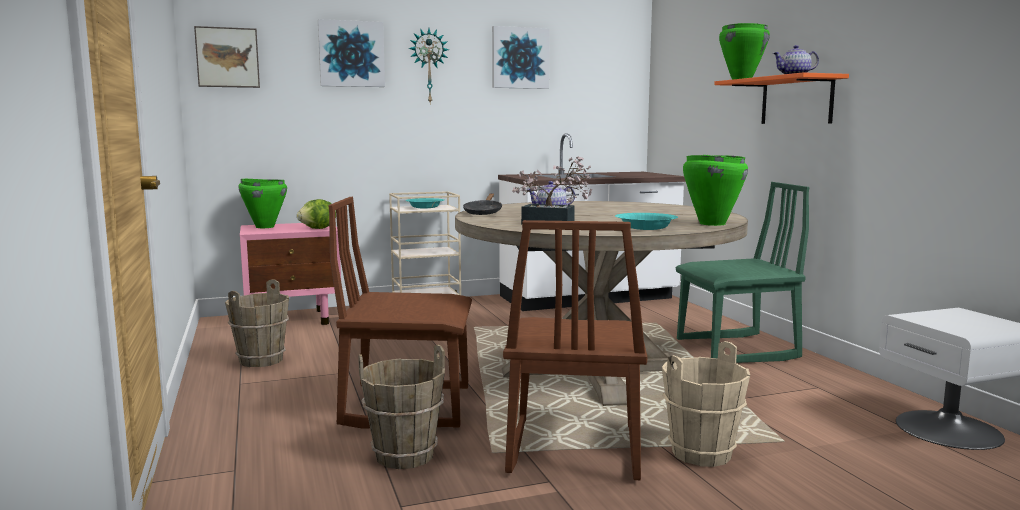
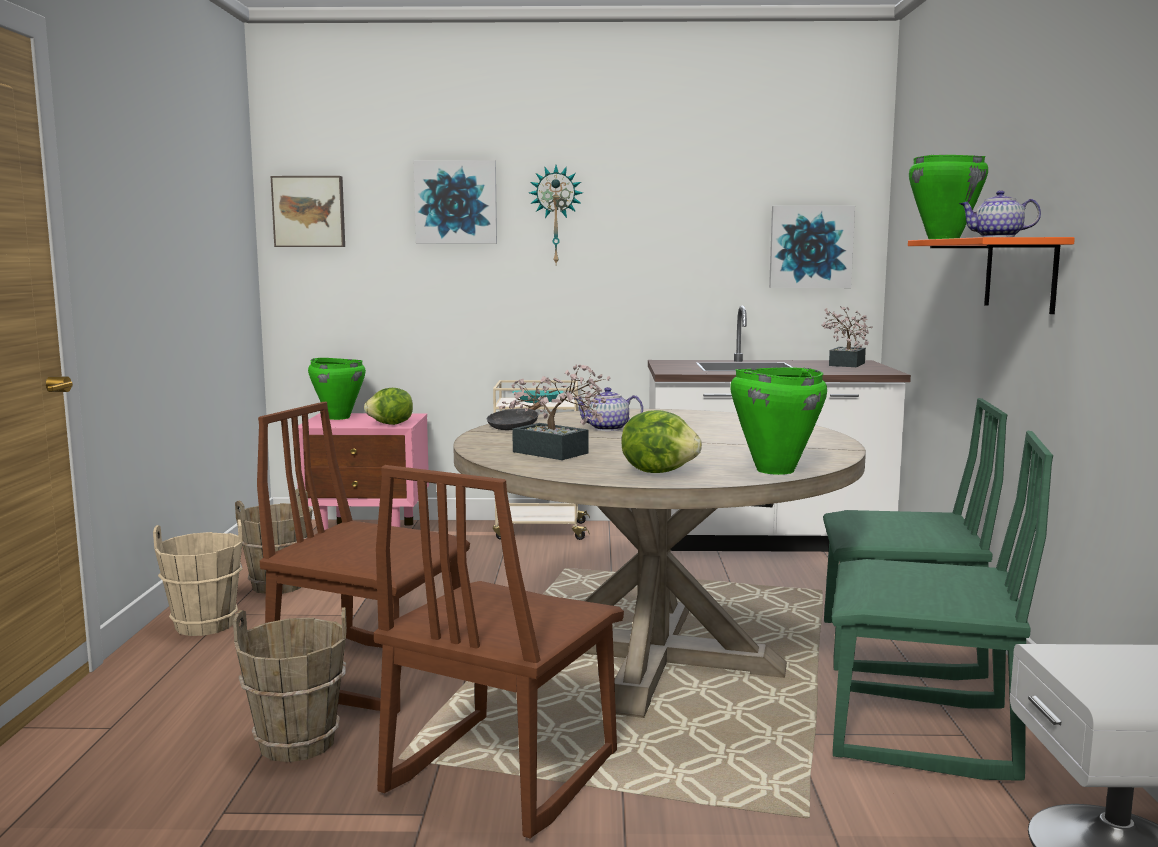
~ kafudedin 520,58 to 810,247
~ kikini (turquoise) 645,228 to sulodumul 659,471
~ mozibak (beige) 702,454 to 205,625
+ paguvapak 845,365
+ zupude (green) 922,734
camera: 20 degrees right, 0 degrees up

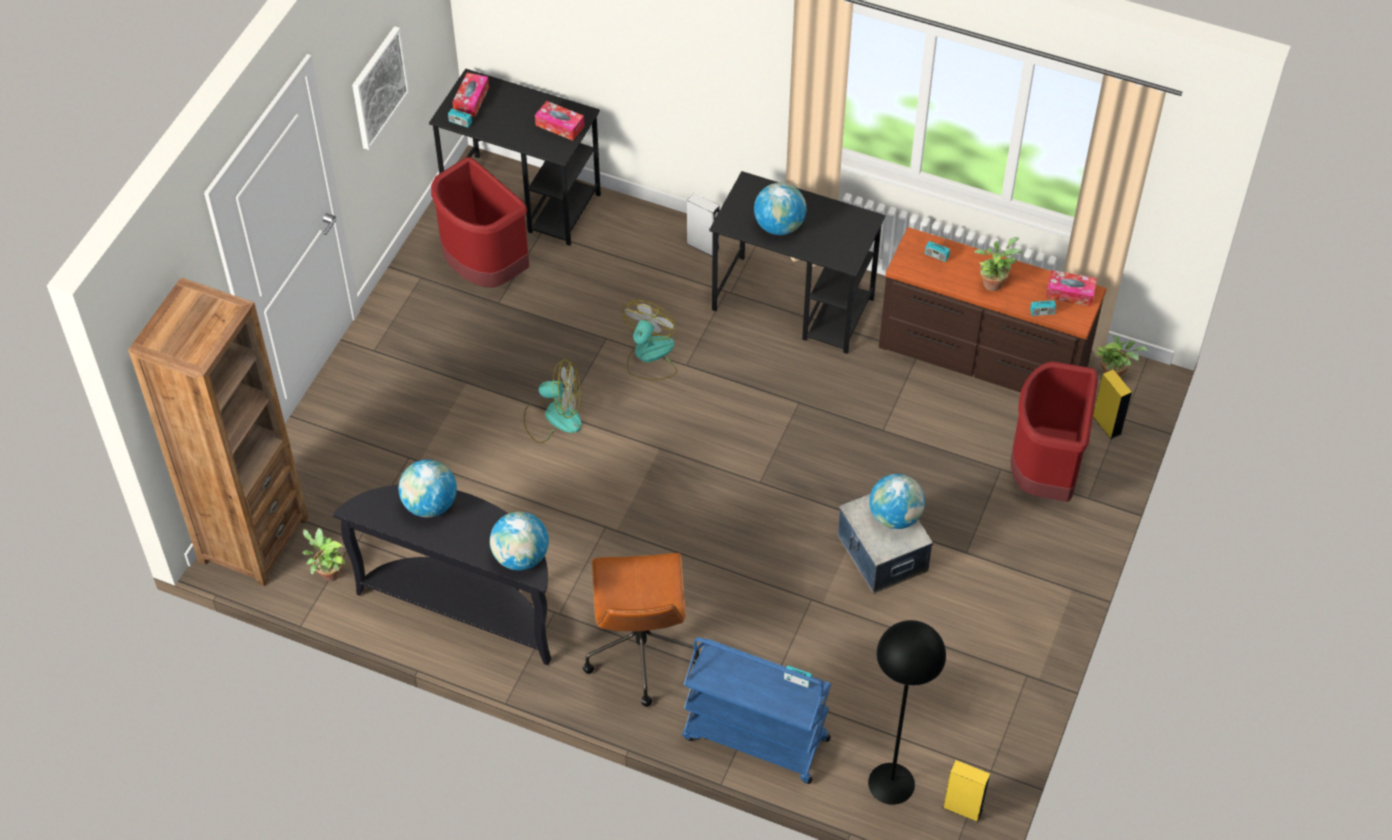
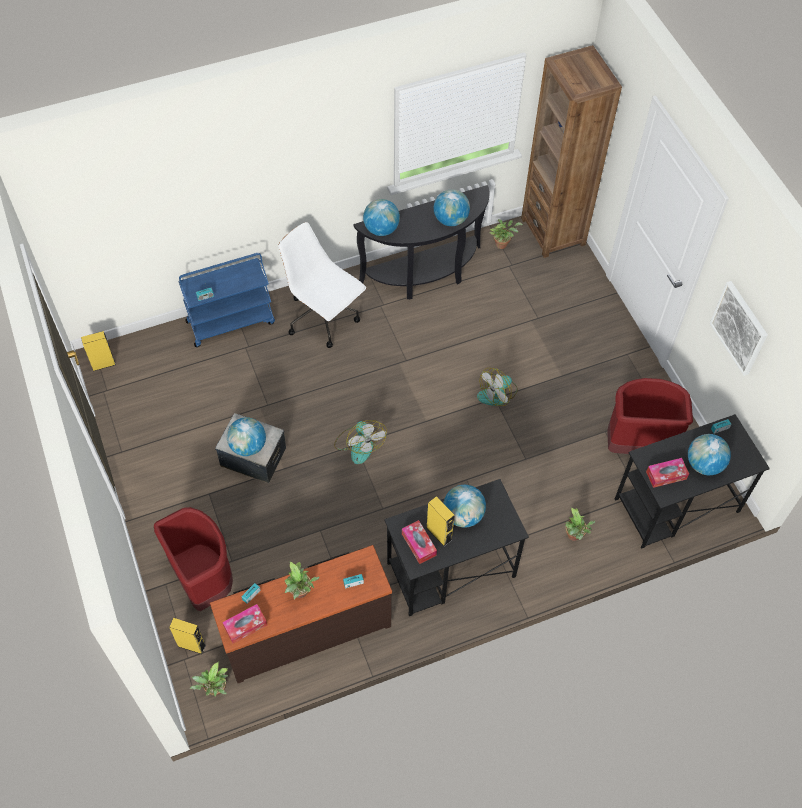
~ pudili 471,99 to 419,544
~ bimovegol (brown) 641,651 to bimovegol (white) 323,318
~ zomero 649,356 to 359,444
- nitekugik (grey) 703,246
- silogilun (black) 891,784
+ nitekugik (yellow) 439,533
+ paguvapak 575,536
+ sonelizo 704,464
camera: 135 degrees right, 5 degrees up

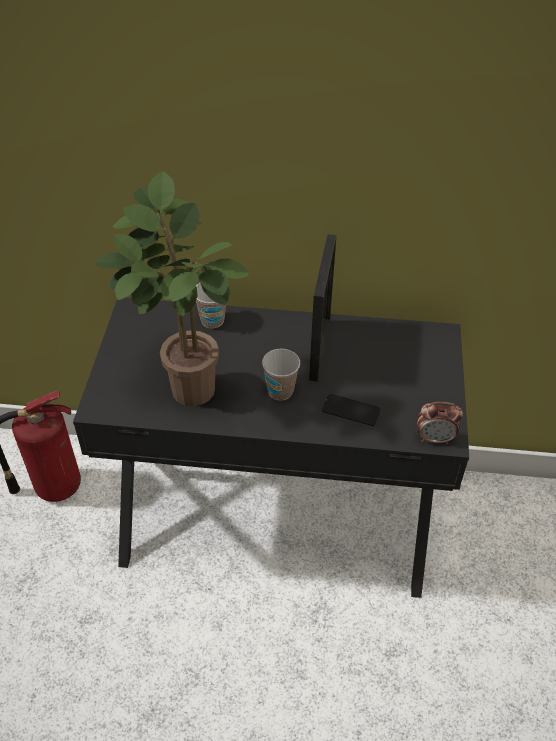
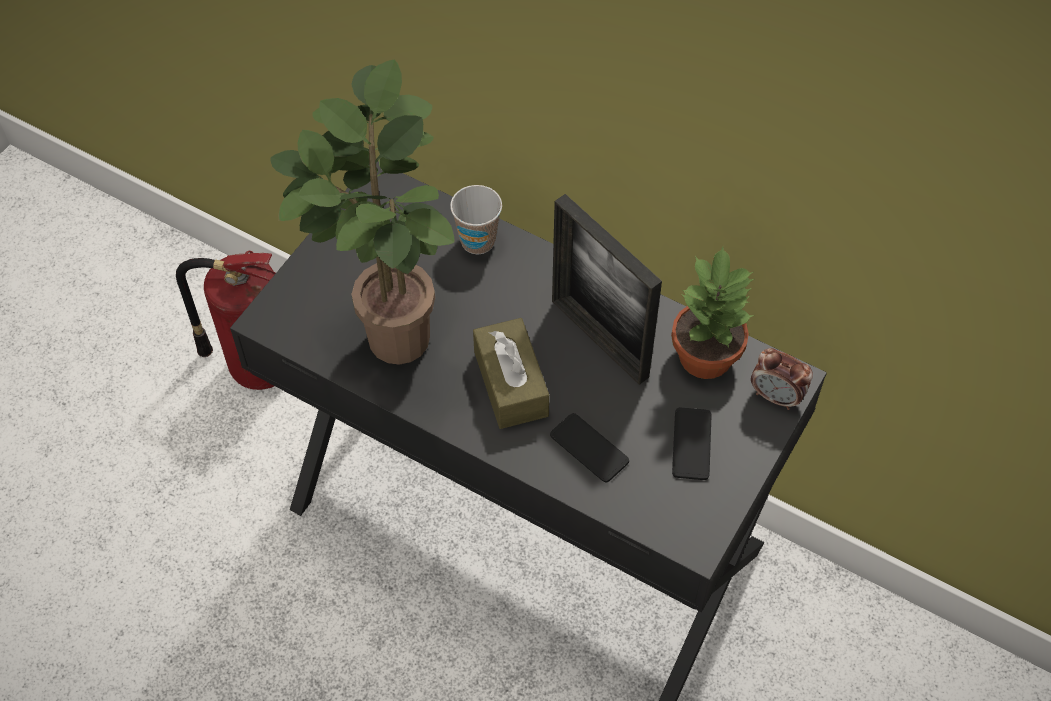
~ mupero 280,391 to pudili (brown) 511,384
~ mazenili 319,349 = 599,338 105 degrees clockwise
~ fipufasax 434,438 to 776,396
+ paguvapak 707,356
+ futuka 691,444
camera: 25 degrees right, 10 degrees up

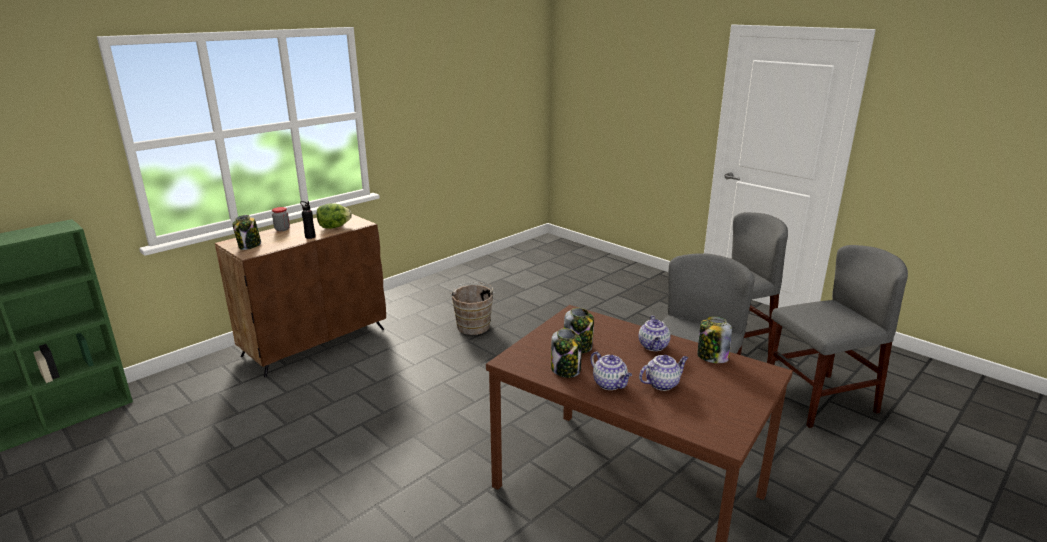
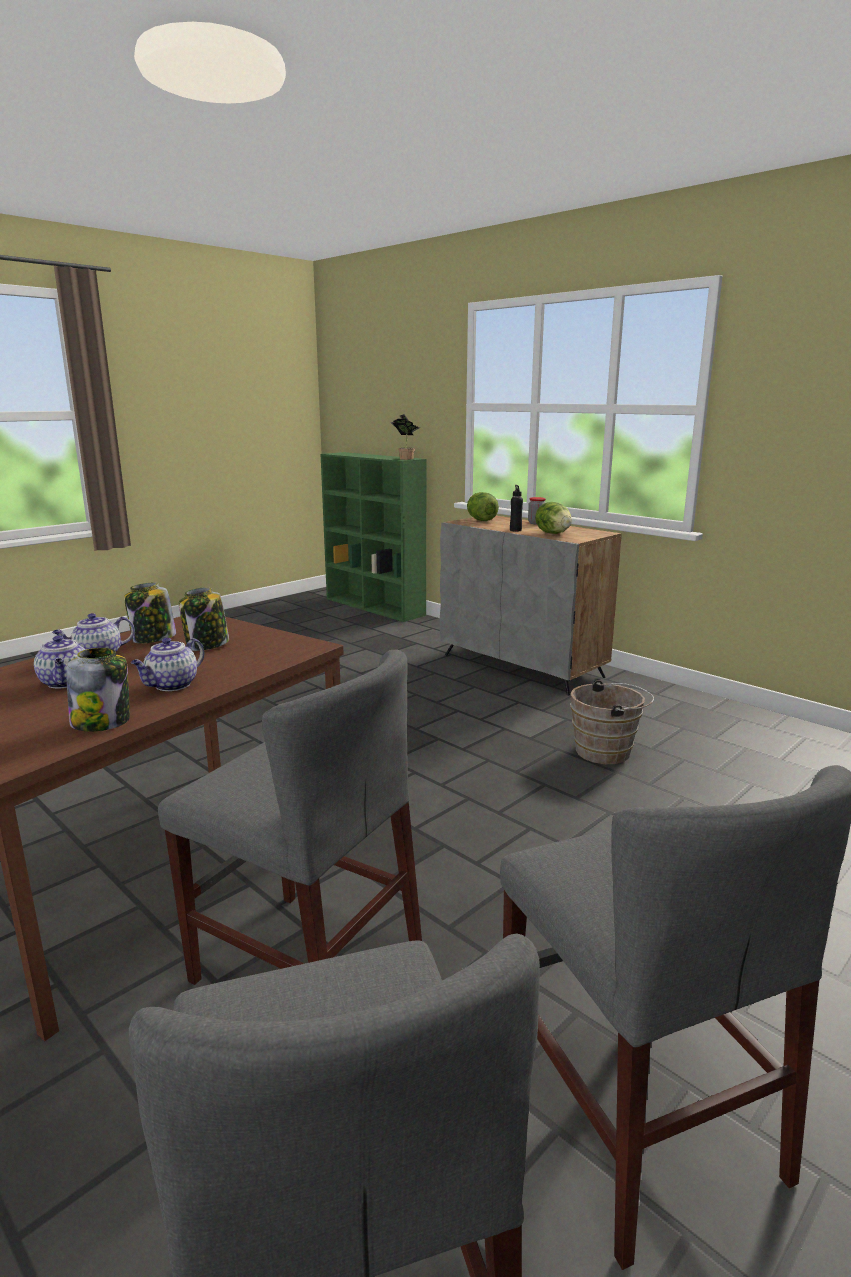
~ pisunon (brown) 315,341 to pisunon (grey) 522,666
~ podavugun 249,246 to sulodumul 481,520
~ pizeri 653,346 = 171,685 60 degrees counterclockwise
+ paguvapak 405,458
camera: 90 degrees right, 5 degrees down

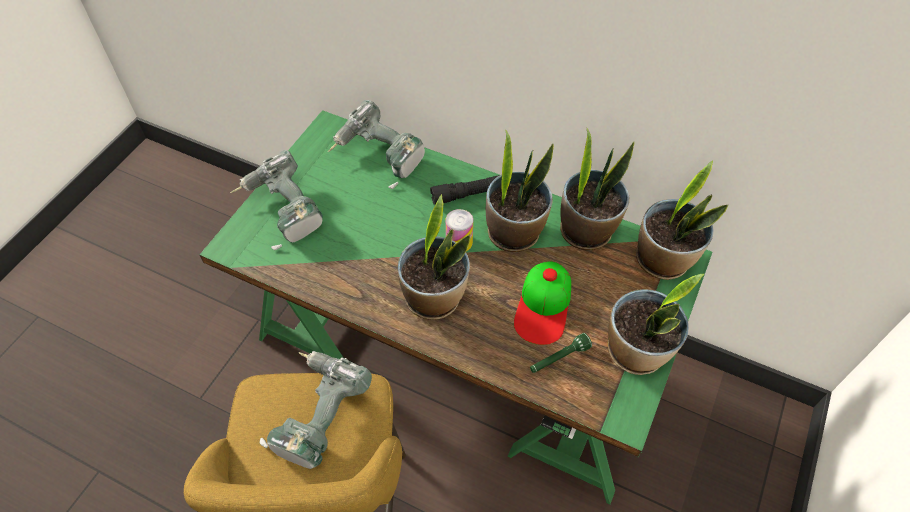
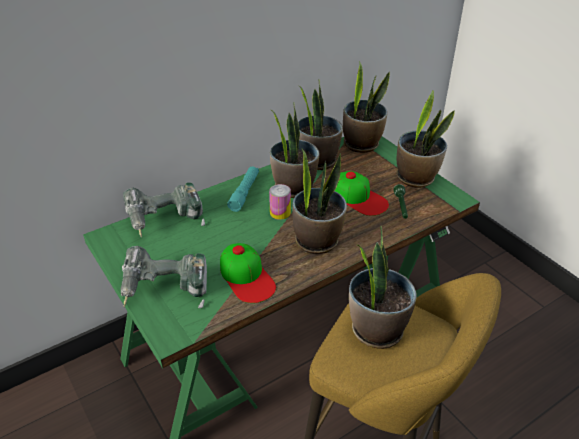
~ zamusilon 316,414 to paguvapak 376,329
~ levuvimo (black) 471,194 to levuvimo (turquoise) 244,192
+ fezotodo 247,277
camera: 60 degrees left, 15 degrees down

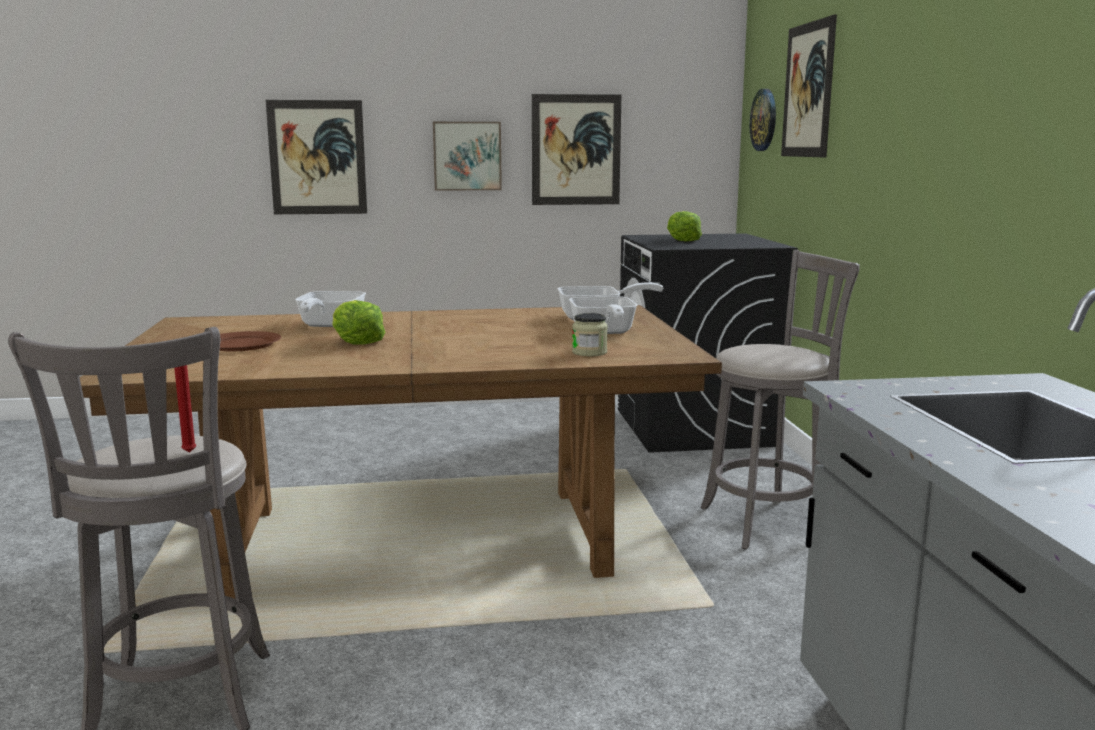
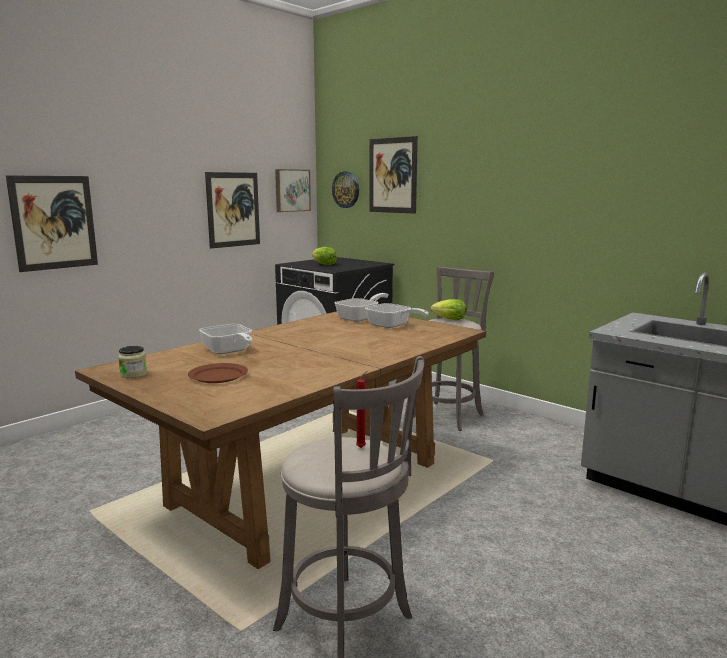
~ sulodumul 356,341 to 449,319
~ kafudedin 467,156 to 291,190
~ podavugun 589,352 to 133,374
camera: 40 degrees left, 0 degrees up

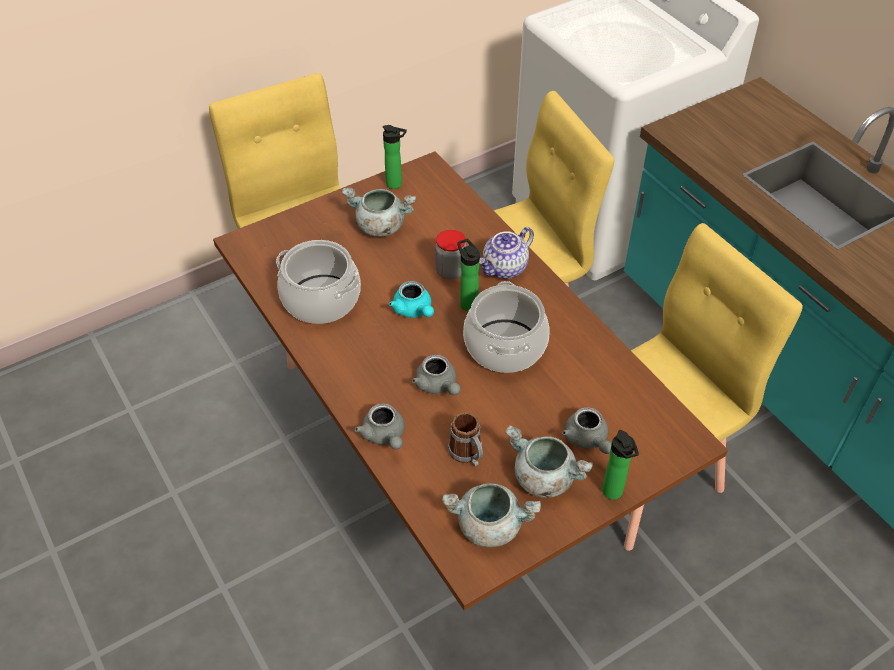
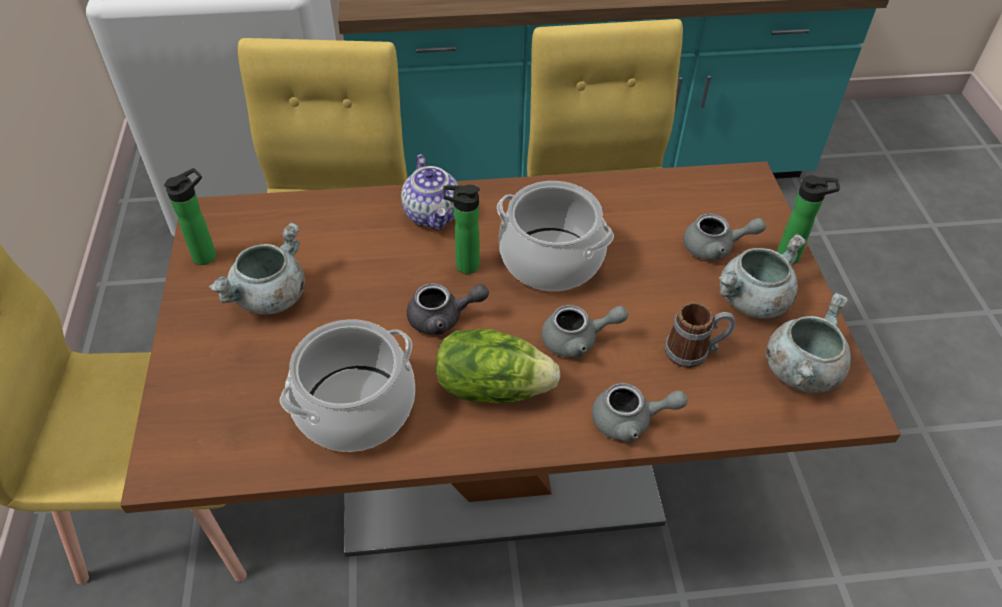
~ pizeri (turquoise) 414,311 to pizeri (grey) 443,318
- podavugun 450,271
+ sulodumul 492,386
camera: 65 degrees left, 0 degrees up

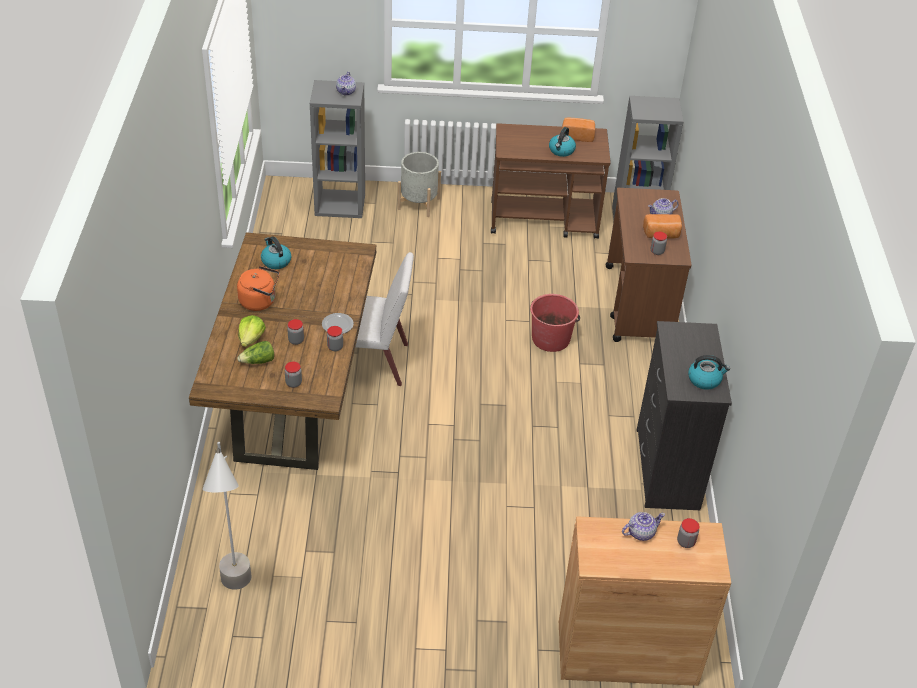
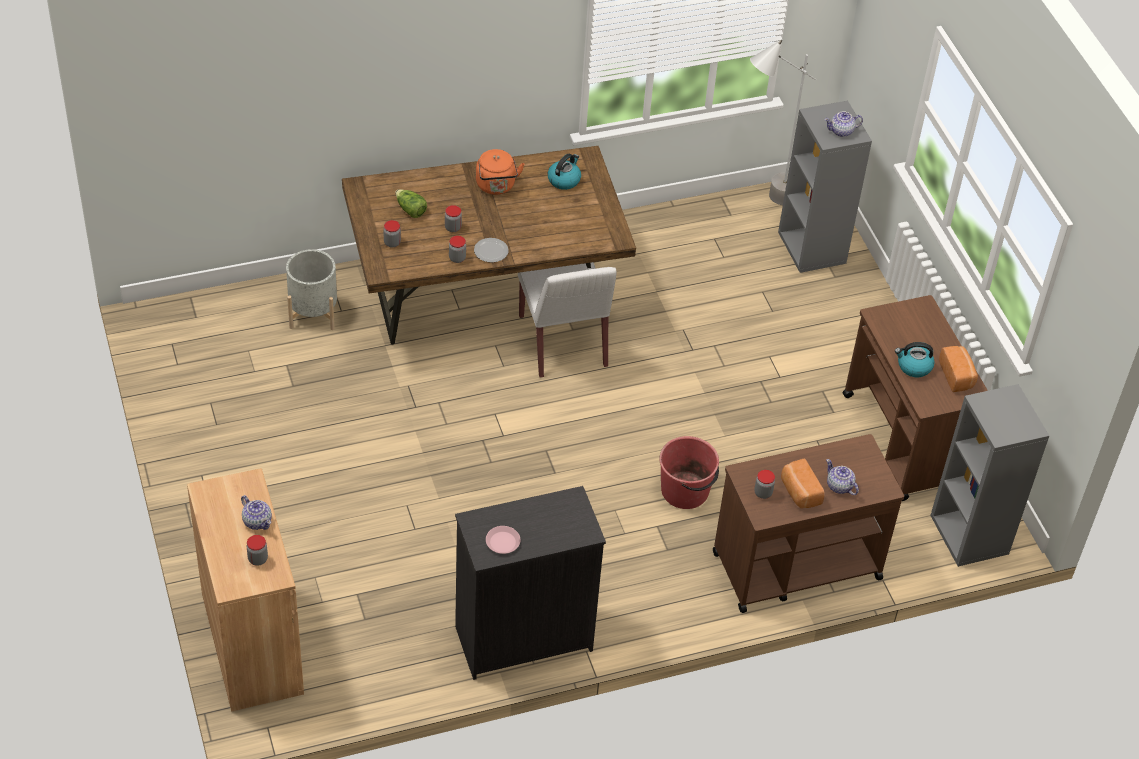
~ silogilun (grey) 237,598 to 763,203
- sulodumul 251,339
~ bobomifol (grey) 418,204 to 313,313
~ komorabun 705,379 to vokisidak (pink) 502,542
camera: 70 degrees right, 5 degrees up

